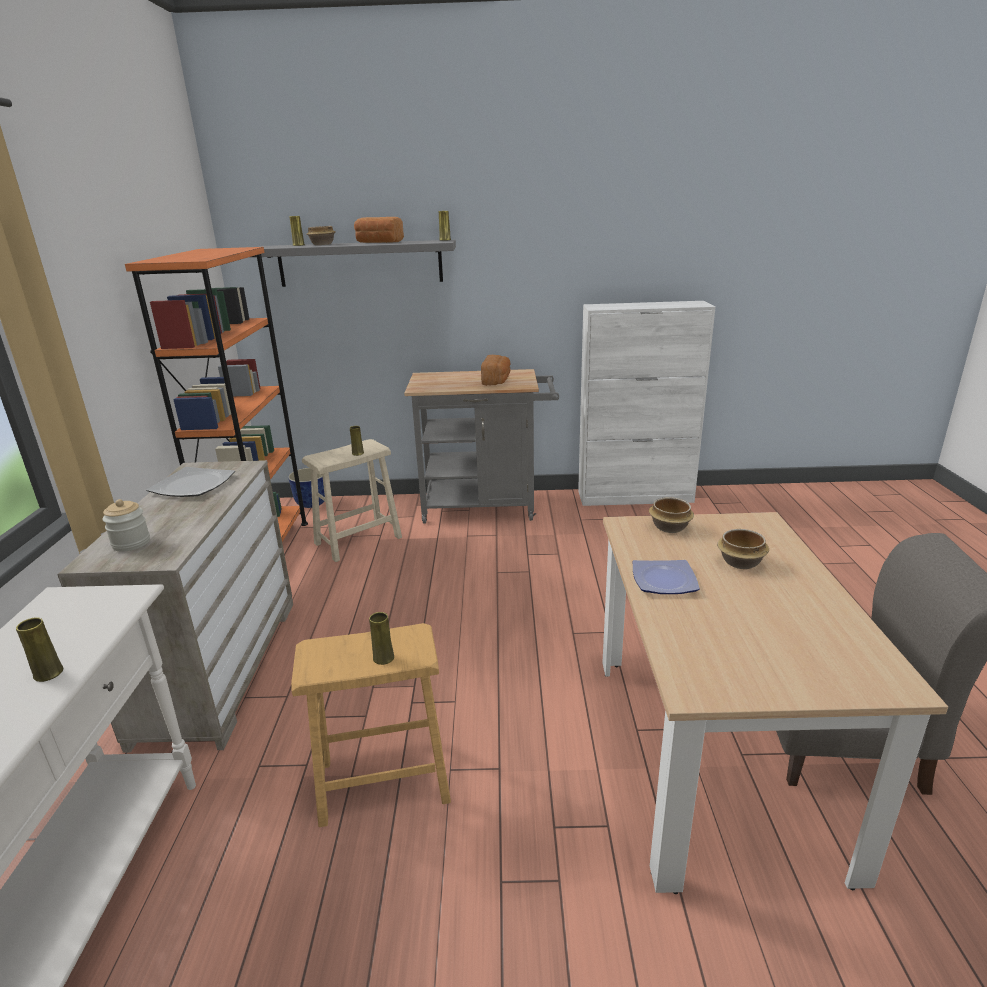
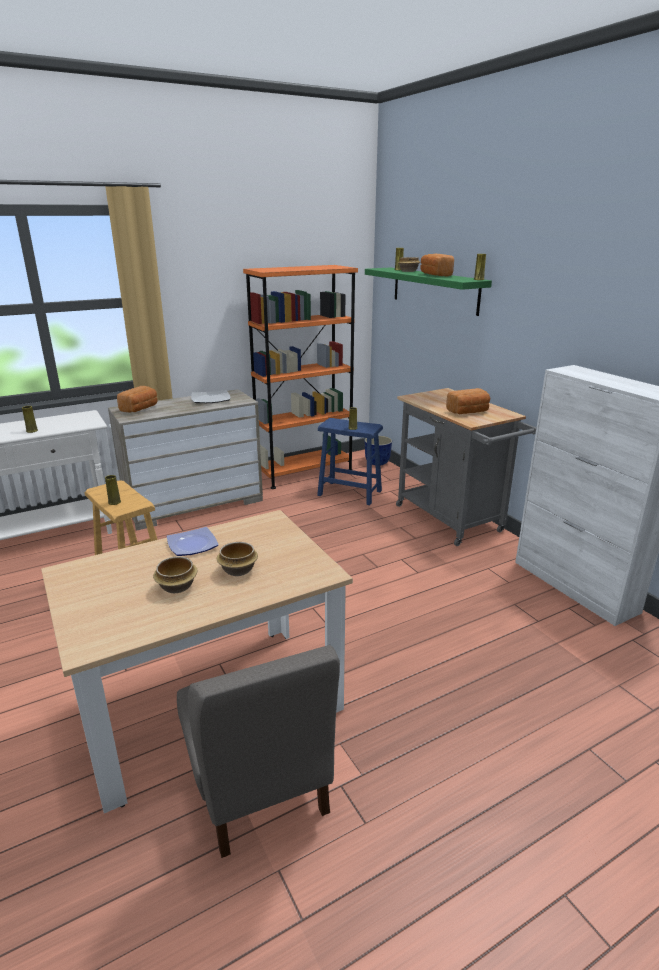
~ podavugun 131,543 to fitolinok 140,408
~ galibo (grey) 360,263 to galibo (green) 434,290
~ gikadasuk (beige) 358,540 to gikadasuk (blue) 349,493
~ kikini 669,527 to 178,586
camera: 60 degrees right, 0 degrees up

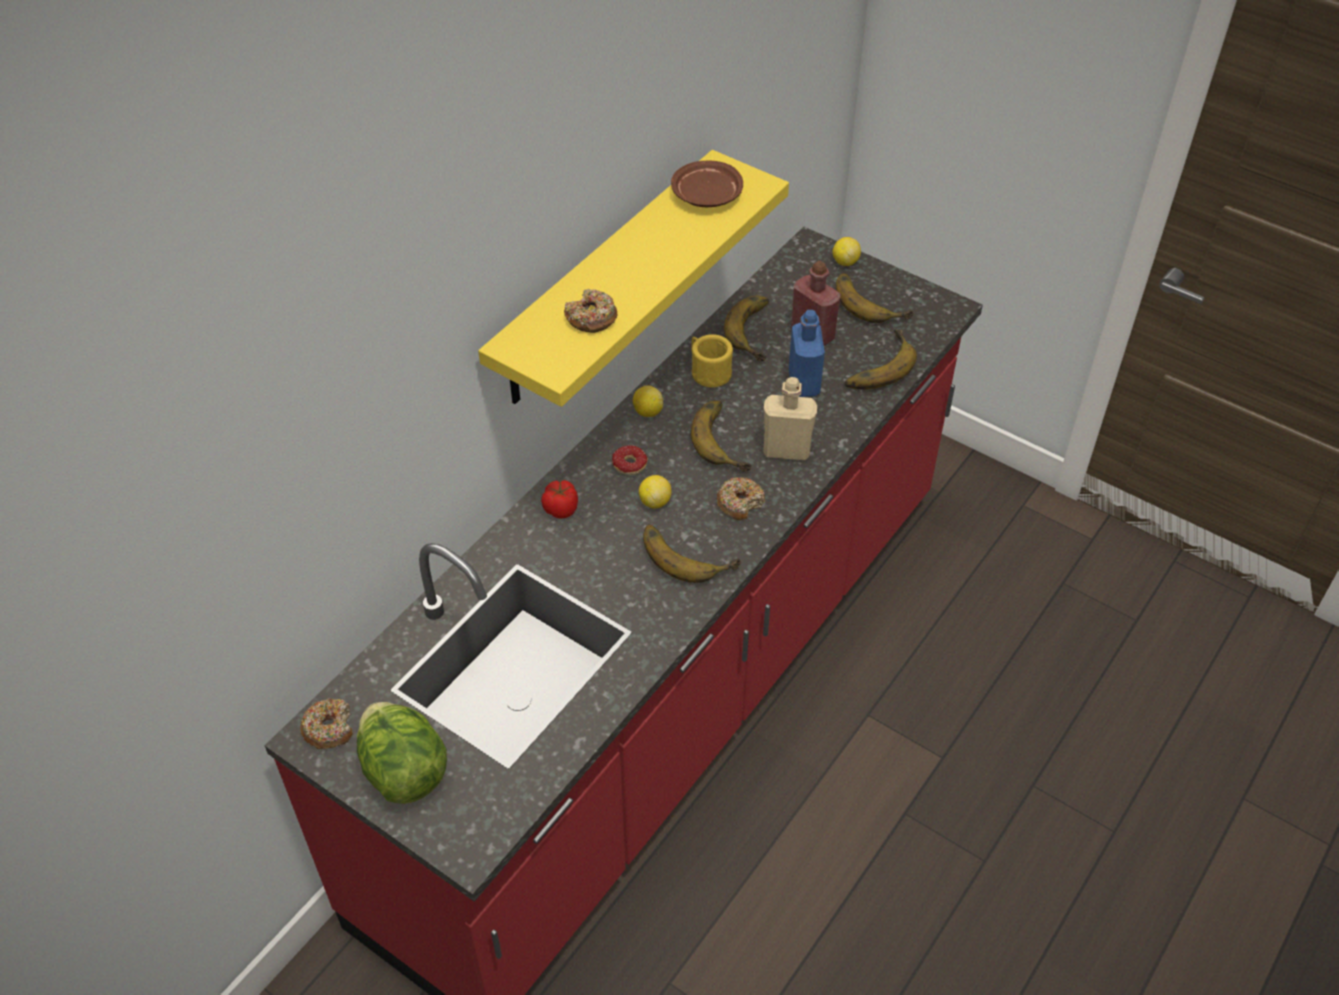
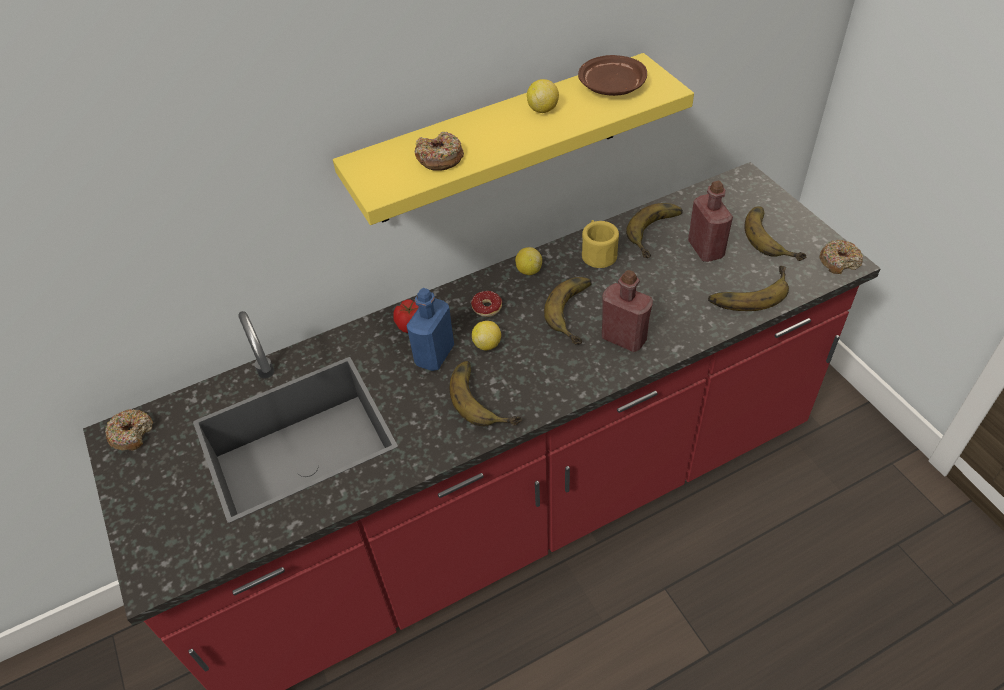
- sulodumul 404,771
~ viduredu 740,503 to 839,262
~ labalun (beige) 786,450 to labalun (red) 623,338
~ labalun (blue) 804,383 to 434,355
~ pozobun 845,261 to 543,109
camera: 30 degrees right, 0 degrees up

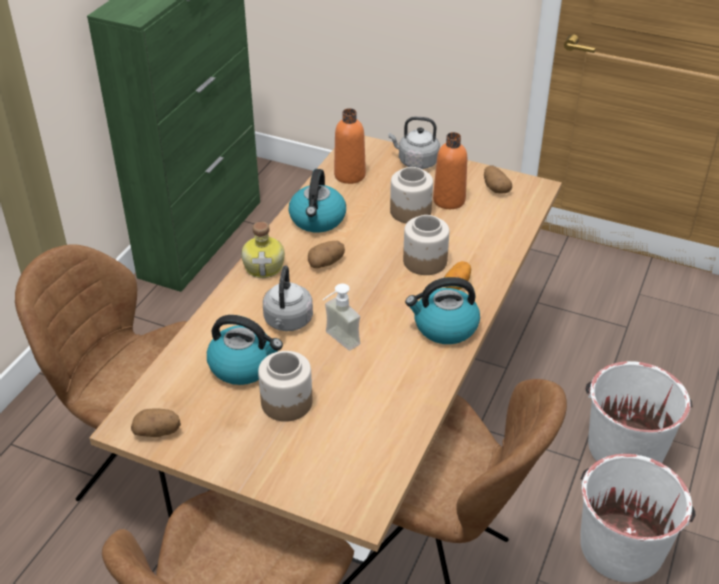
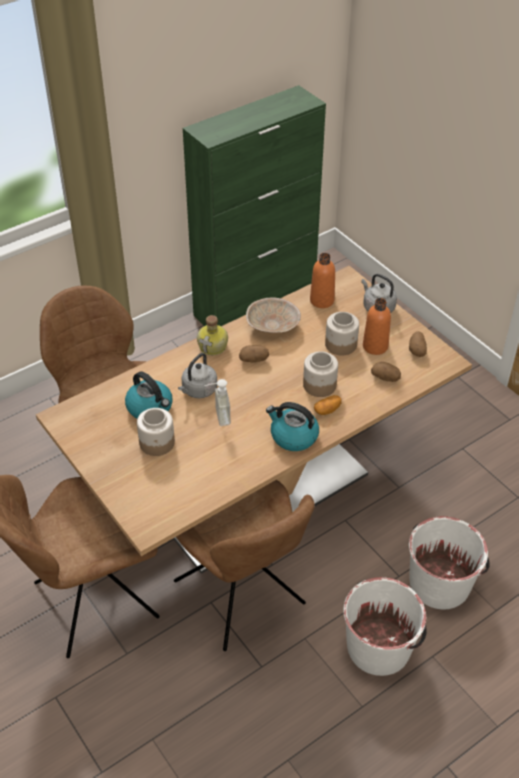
~ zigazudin 158,432 to 385,378
~ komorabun 317,220 to kikini (beige) 273,326
camera: 30 degrees right, 5 degrees up

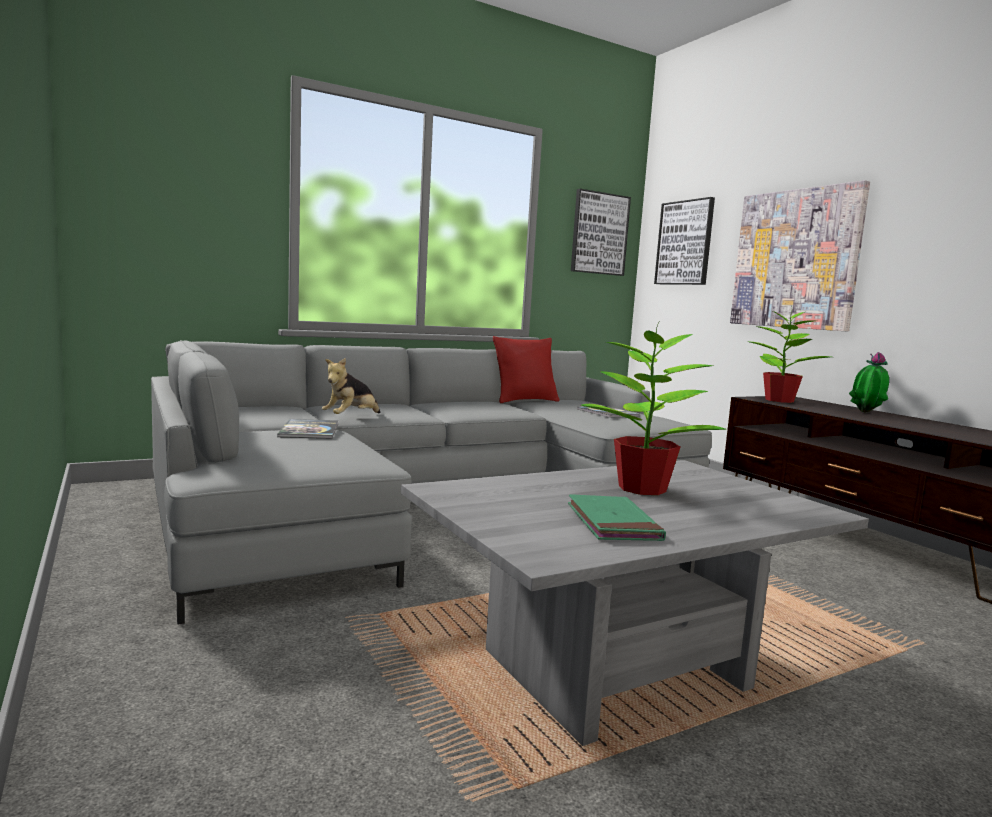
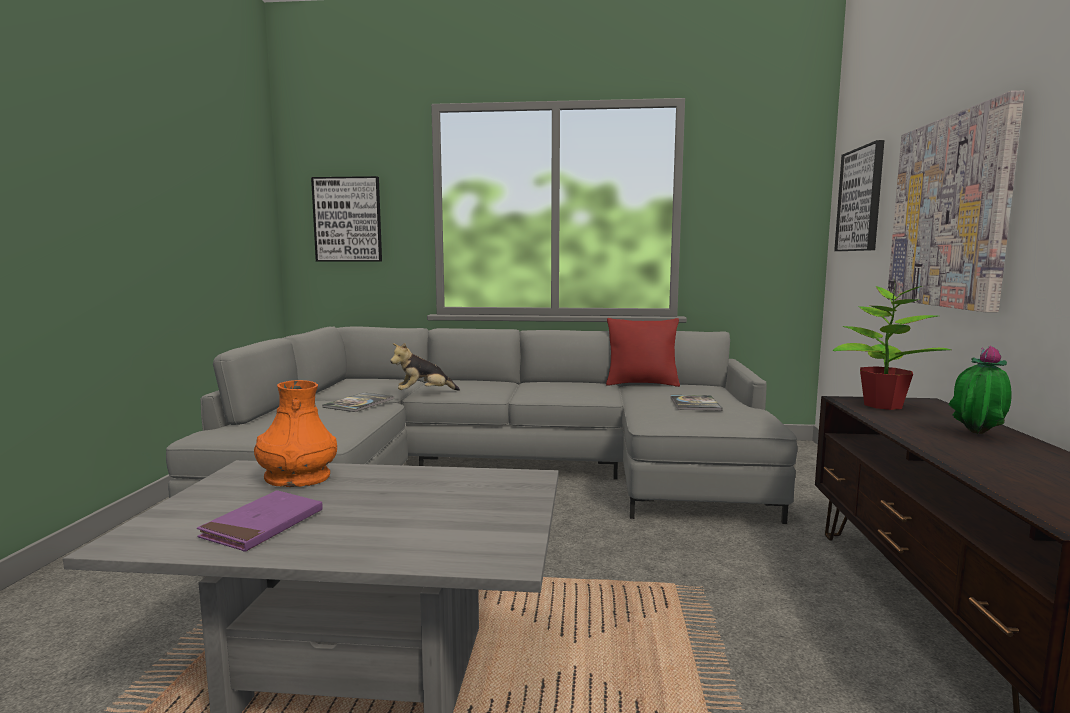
~ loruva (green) 613,523 to loruva (purple) 263,525
~ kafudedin 599,233 to 348,219
- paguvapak 643,488
+ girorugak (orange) 297,477
camera: 35 degrees right, 0 degrees up

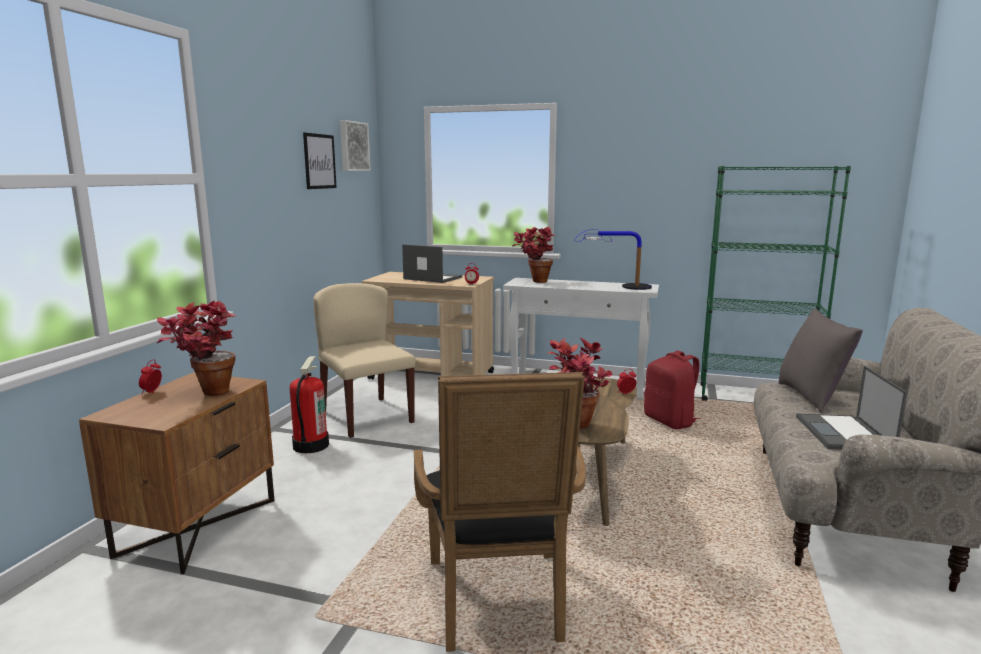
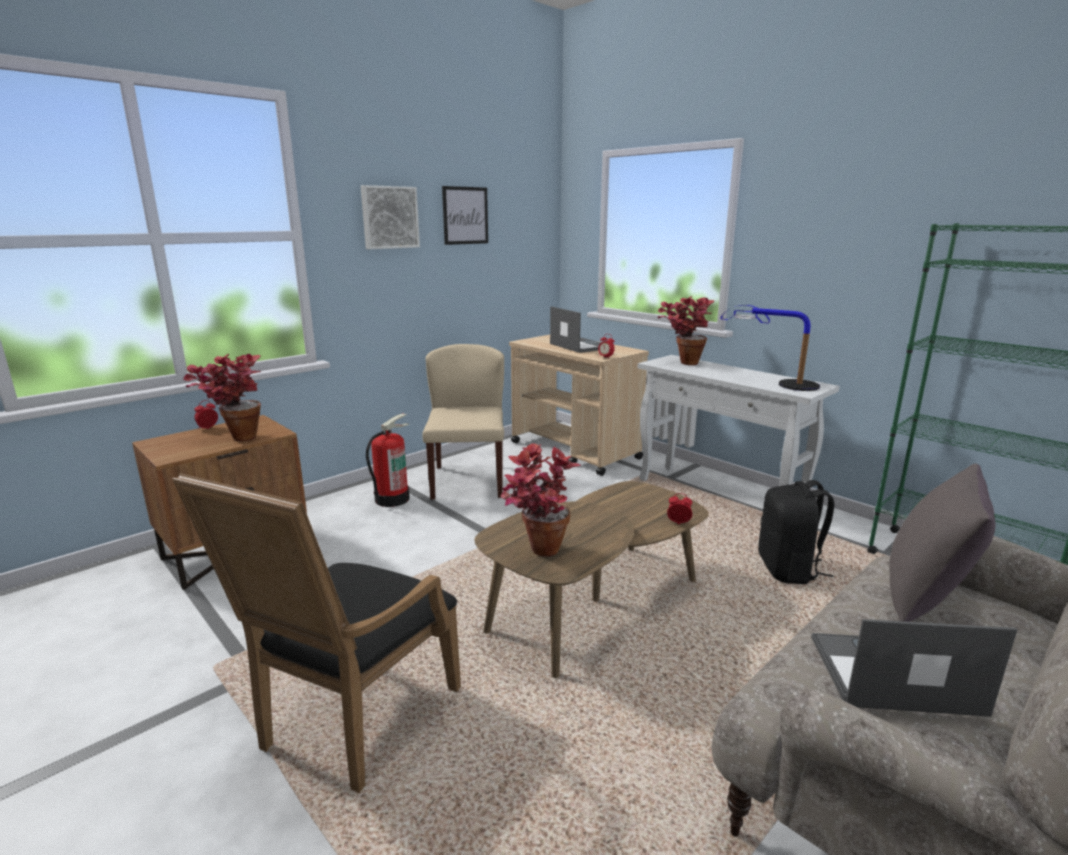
~ kafudedin 353,146 to 389,217
~ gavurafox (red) 670,421 to gavurafox (black) 788,570
~ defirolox 844,434 = 892,675 60 degrees clockwise
camera: 30 degrees right, 5 degrees up

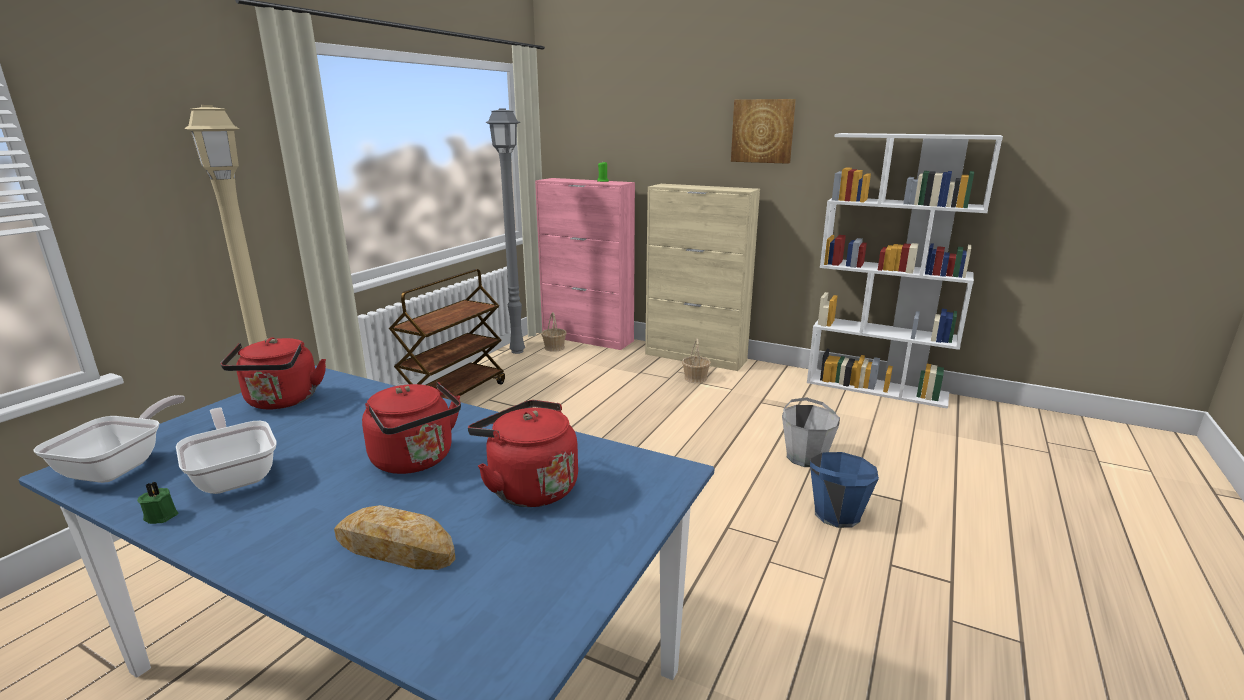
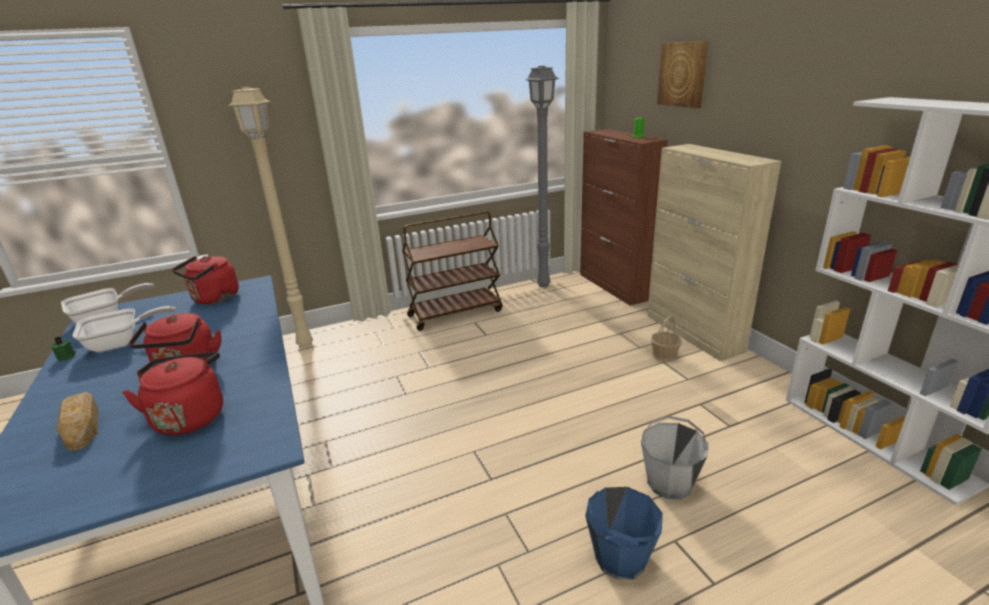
~ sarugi 235,475 = 122,343 60 degrees clockwise
~ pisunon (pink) 588,338 to pisunon (brown) 614,286
- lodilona 554,347
~ kafudedin 762,131 to 683,74
camera: 40 degrees right, 5 degrees up

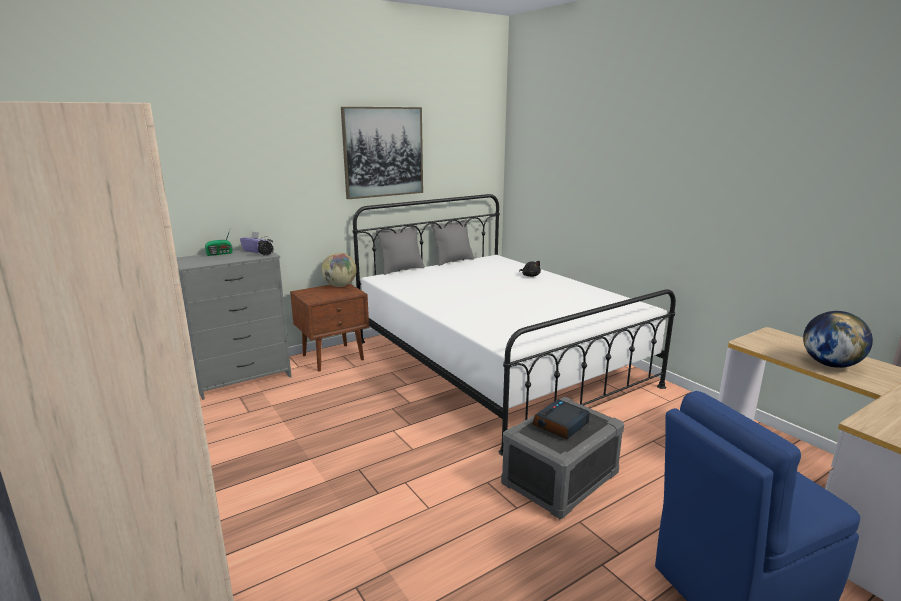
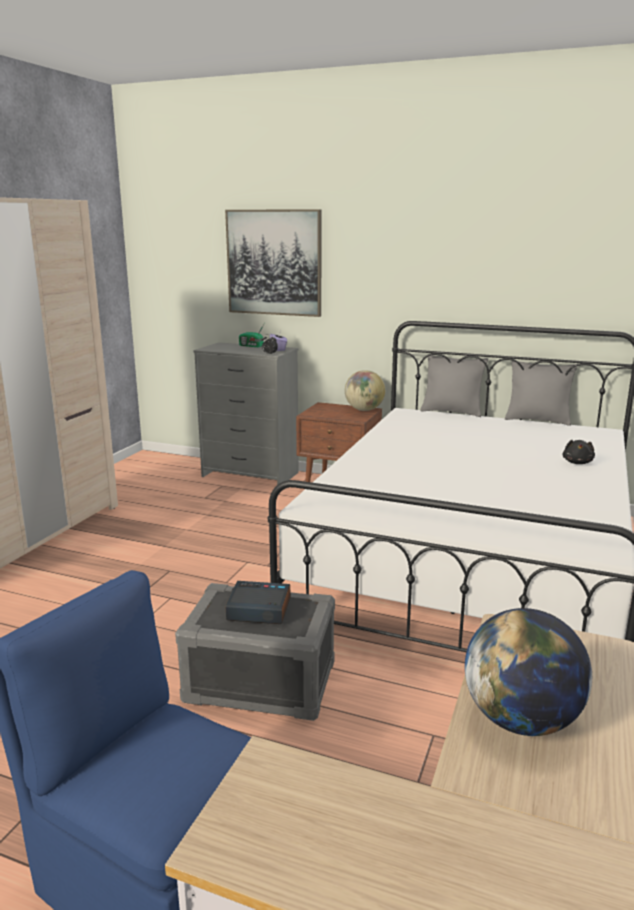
~ kafudedin 383,152 to 274,262
camera: 55 degrees right, 0 degrees up

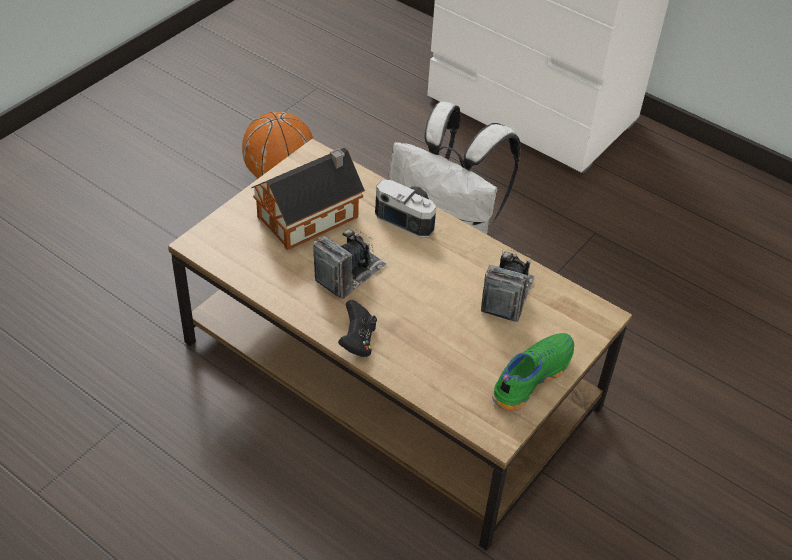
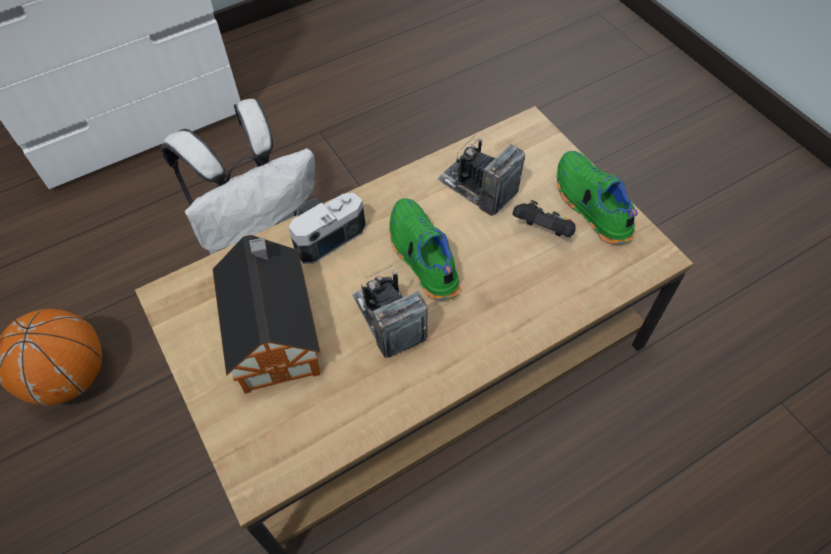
~ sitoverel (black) 358,341 to 543,230
+ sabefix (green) 421,257
camera: 65 degrees left, 10 degrees up

